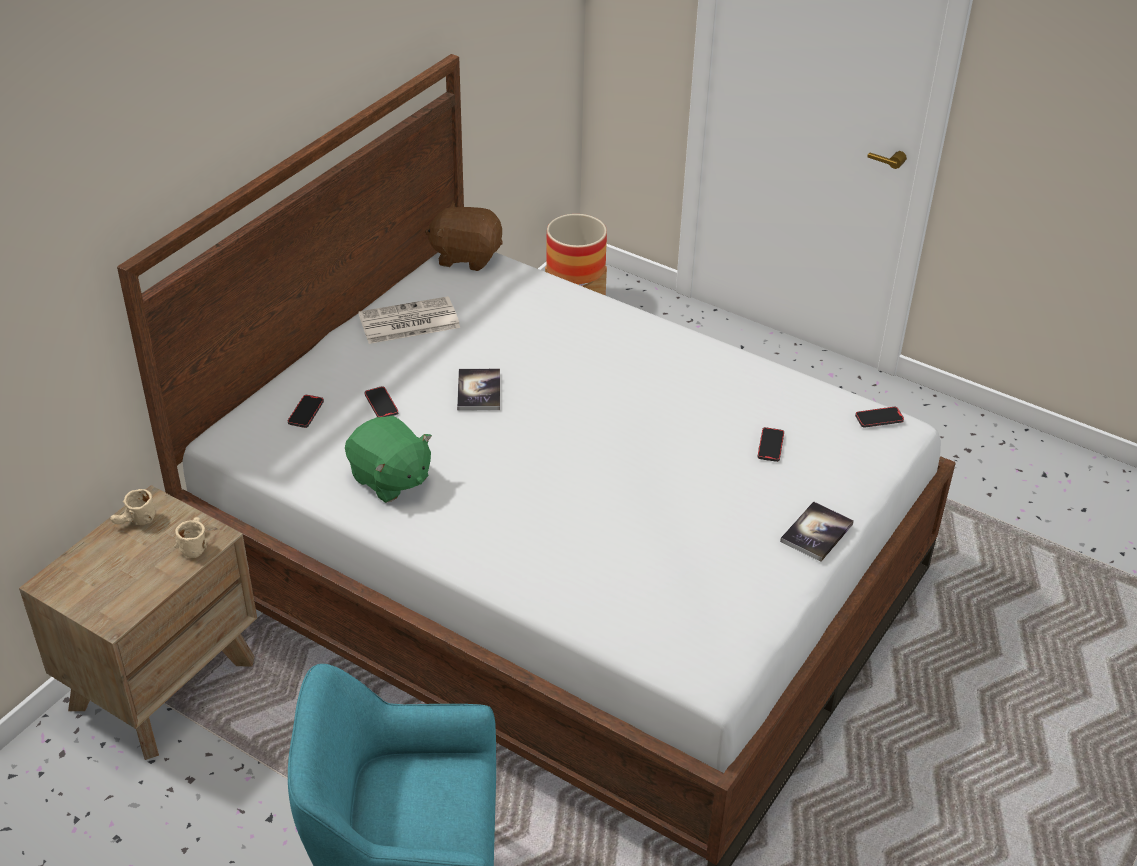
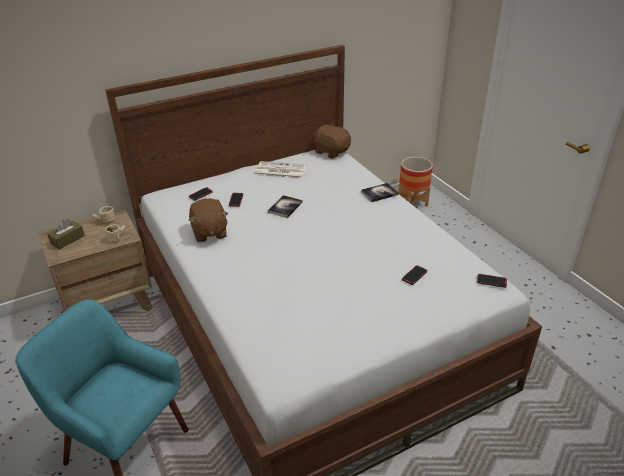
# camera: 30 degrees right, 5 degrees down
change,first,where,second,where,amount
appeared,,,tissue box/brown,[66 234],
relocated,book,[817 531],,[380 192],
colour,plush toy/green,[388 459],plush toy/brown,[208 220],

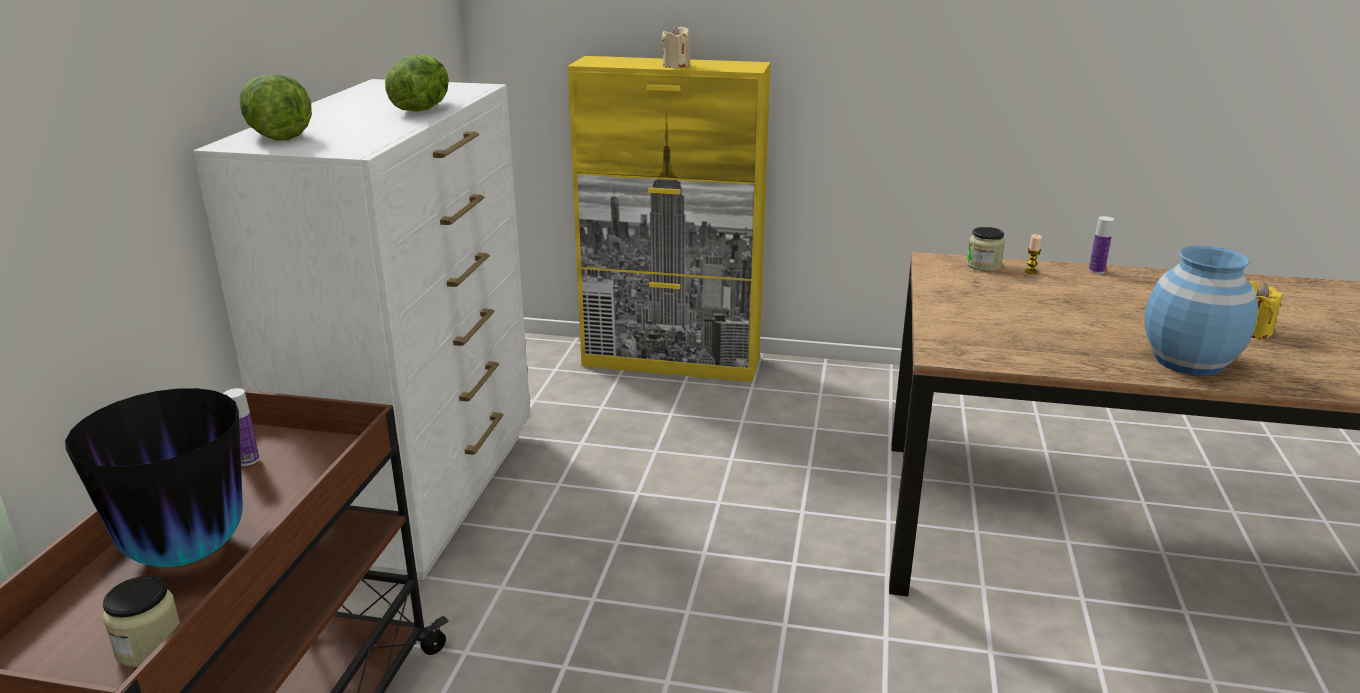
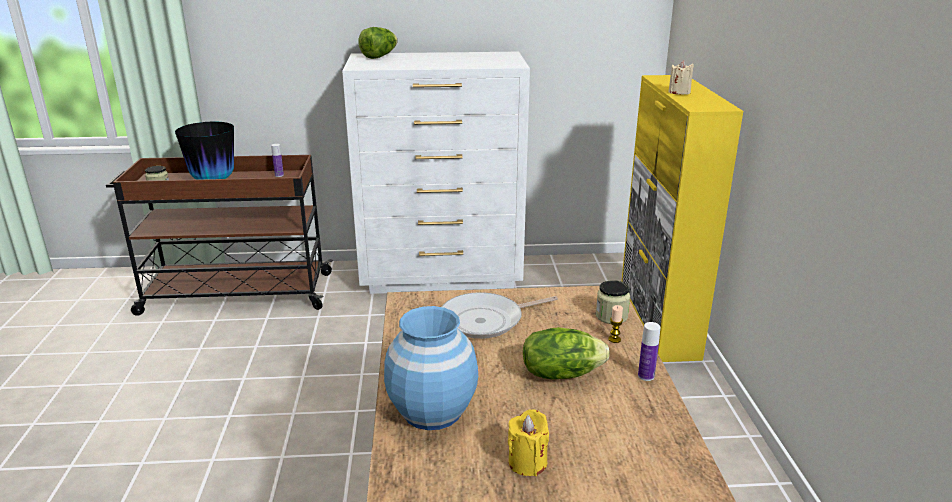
# camera: 75 degrees right, 0 degrees up
change,first,where,second,where,amount
appeared,,,frying pan,[500 315],
relocated,lettuce,[417 83],,[566 353],

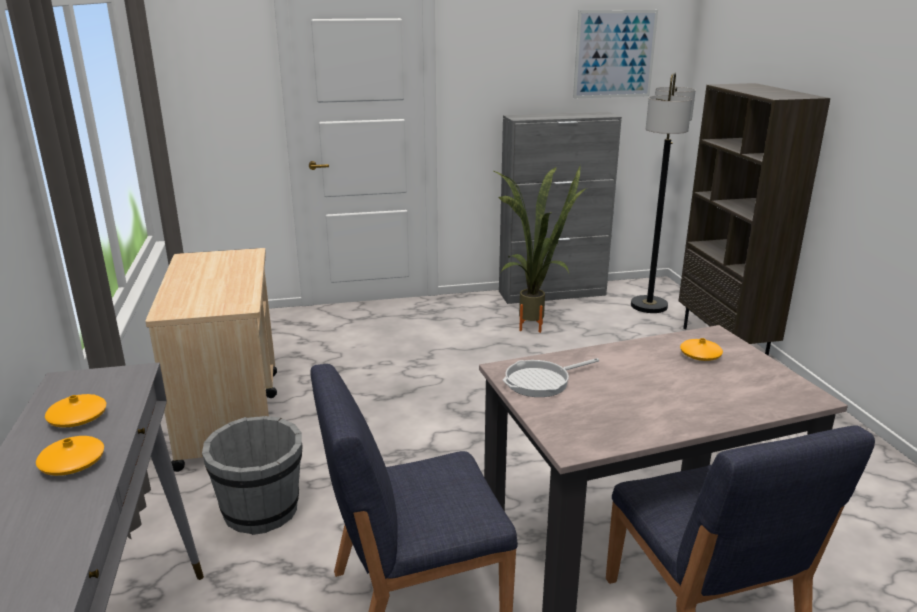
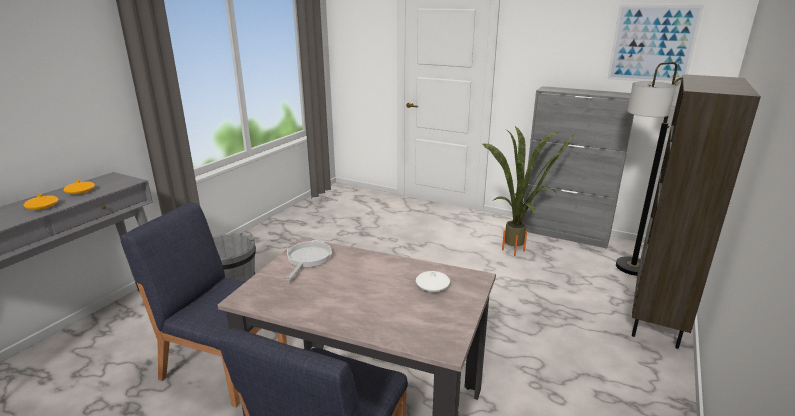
# camera: 40 degrees right, 0 degrees up
change,first,where,second,where,amount
missing,cart/beige,[211 360],,,
colour,vase/orange,[701 349],vase/white,[433 281],
spun,frying pan,[551 377],,[309 261],90 degrees clockwise

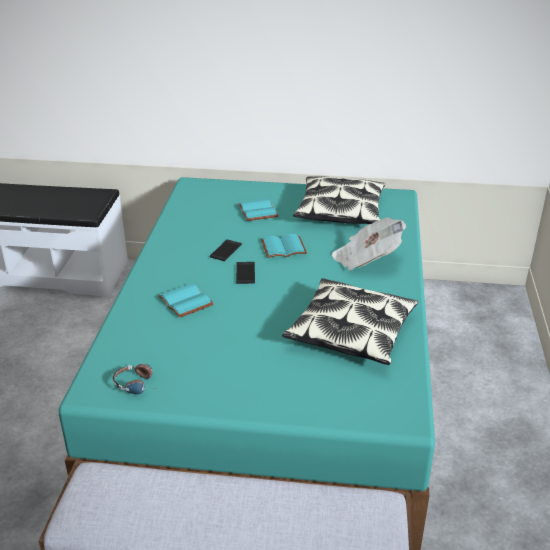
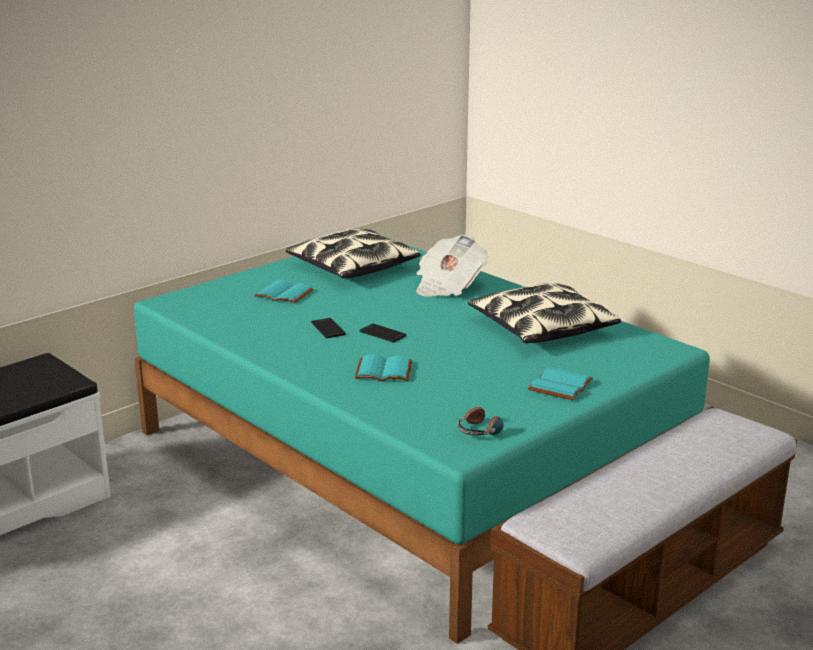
# camera: 50 degrees left, 10 degrees down
change,first,where,second,where,amount
relocated,book/turquoise,[284 246],,[560 383],

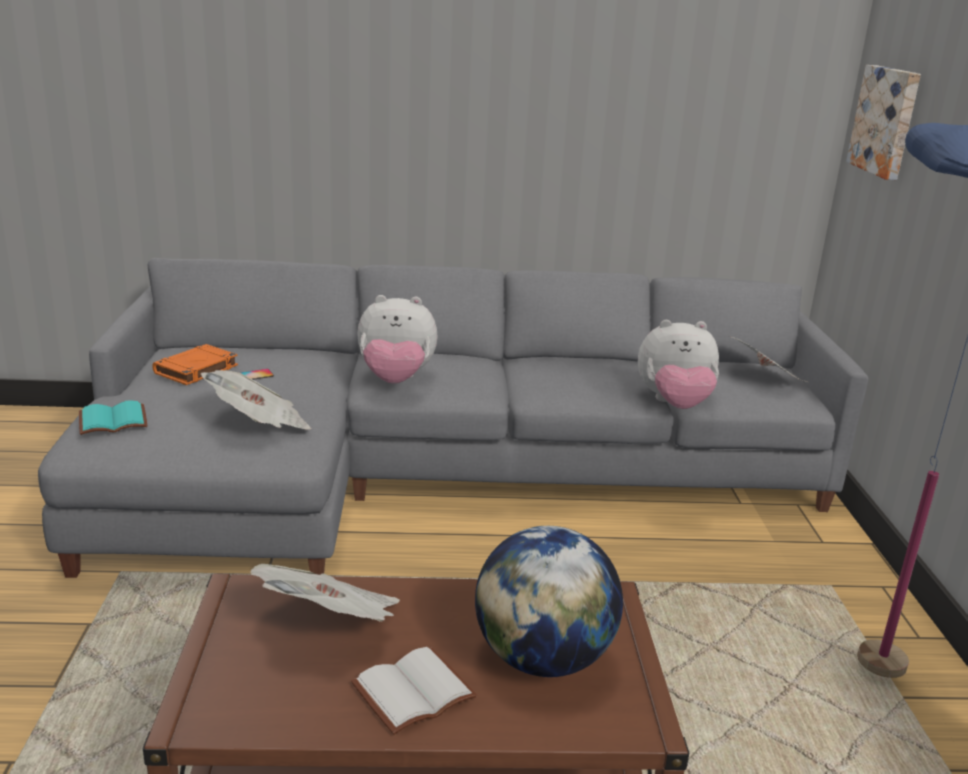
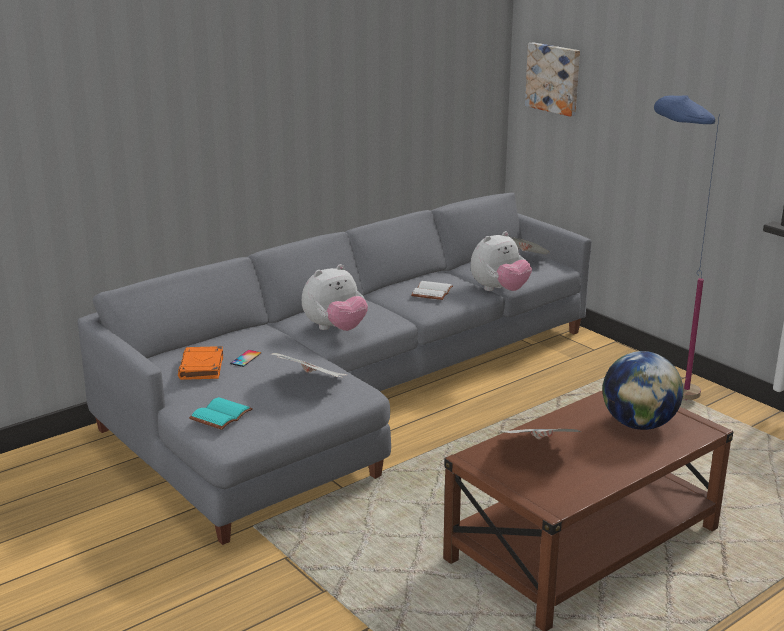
# camera: 35 degrees left, 0 degrees up
change,first,where,second,where,amount
relocated,book/white,[414 691],,[432 290],

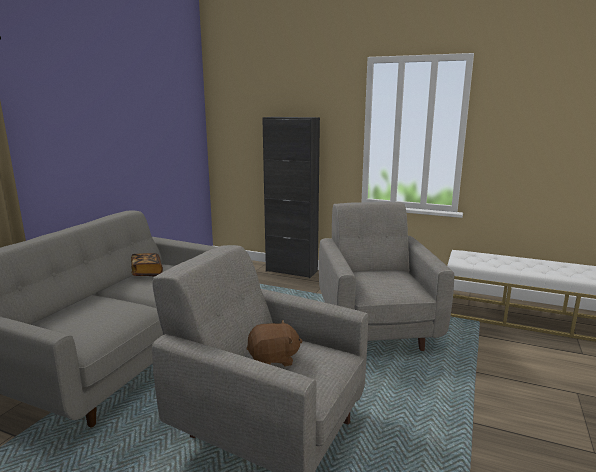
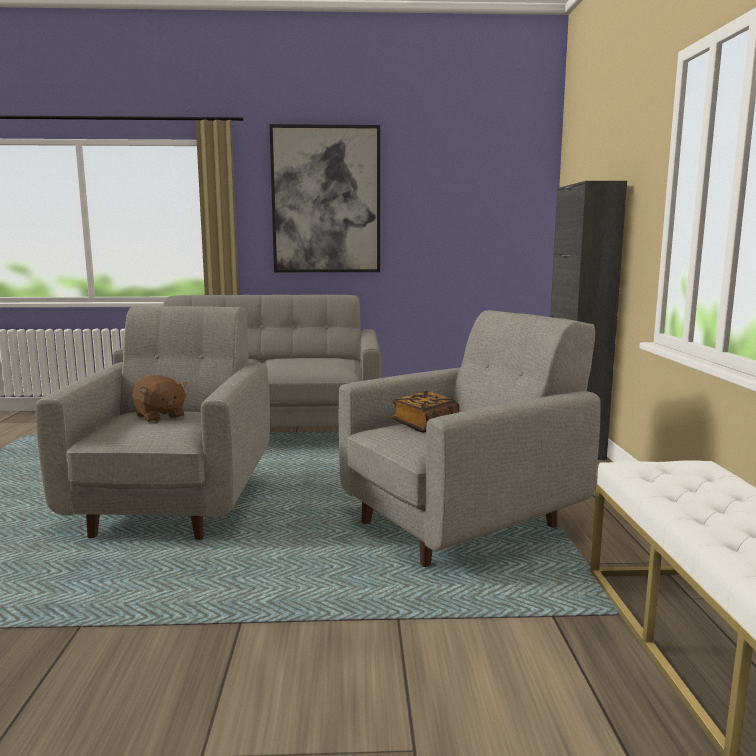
# camera: 65 degrees right, 5 degrees down
change,first,where,second,where,amount
appeared,,,picture,[324 198],
relocated,book,[147 264],,[425 411],

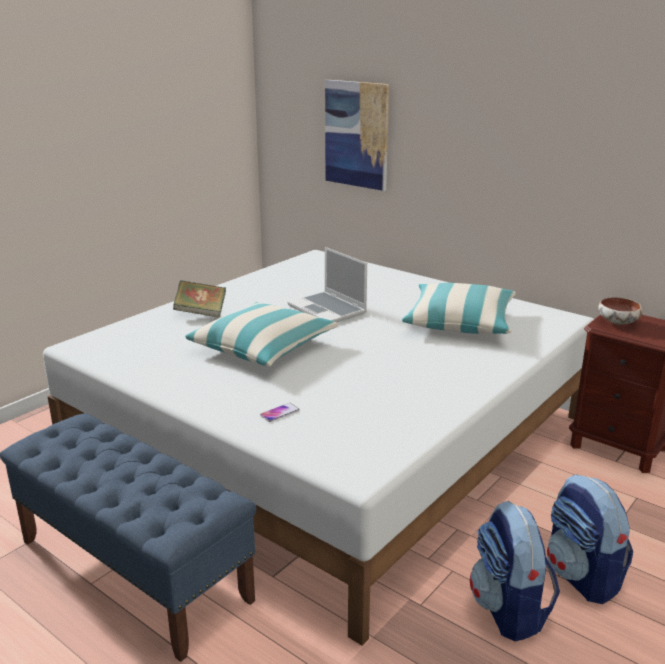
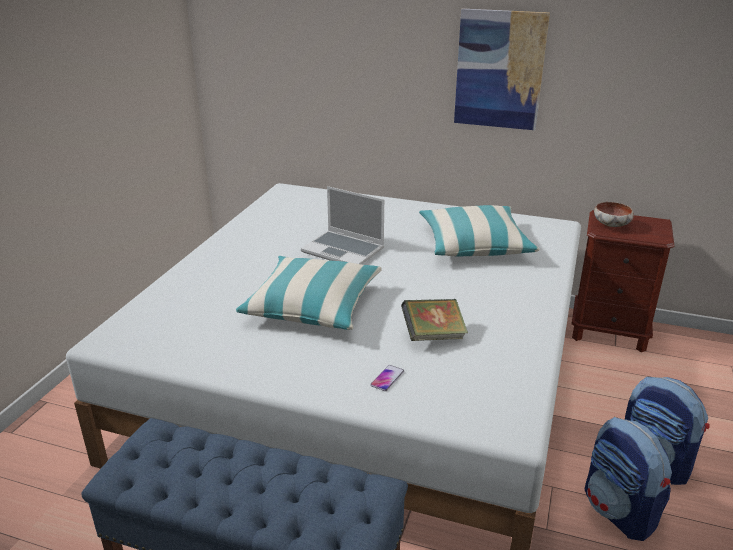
# camera: 20 degrees left, 5 degrees up
change,first,where,second,where,amount
relocated,book,[199 299],,[434 320],
relocated,picture,[357 135],,[502 69],

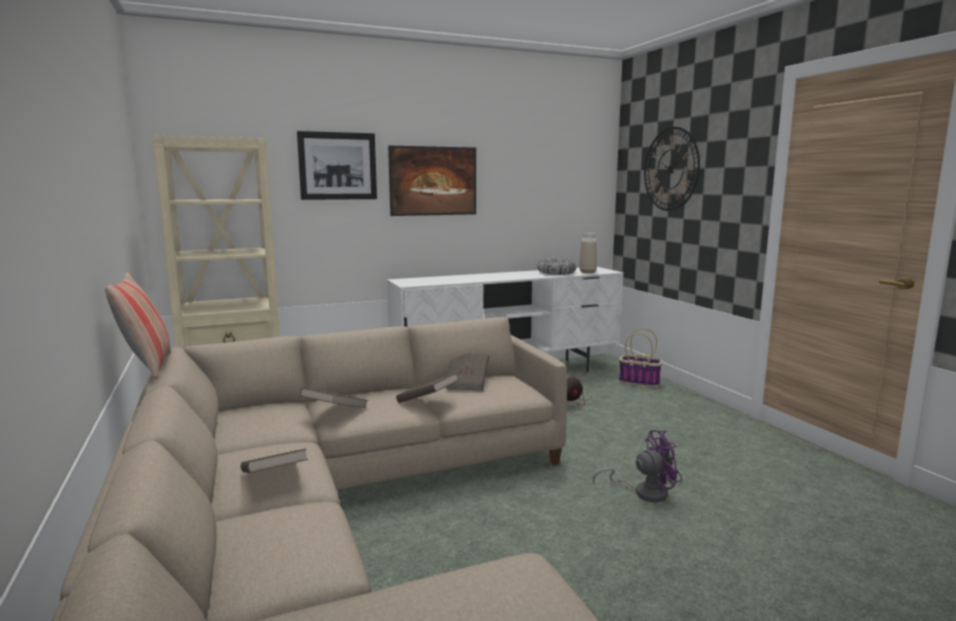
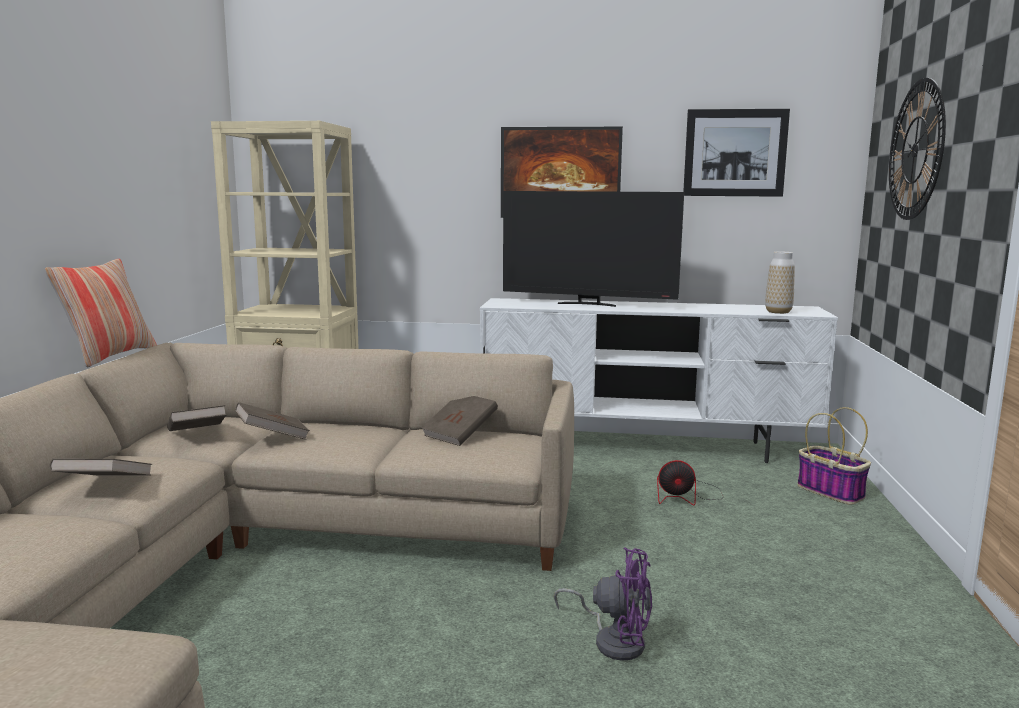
# camera: 30 degrees right, 0 degrees up
change,first,where,second,where,amount
missing,bowl,[557 267],,,
appeared,,,television,[593 249],
relocated,picture,[337 165],,[736 153],
relocated,book/brown,[427 388],,[197 418],

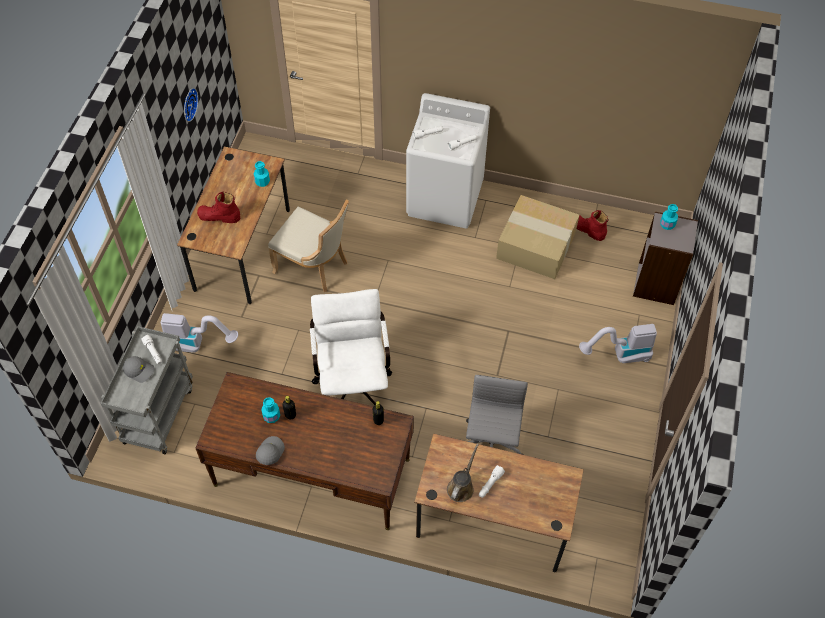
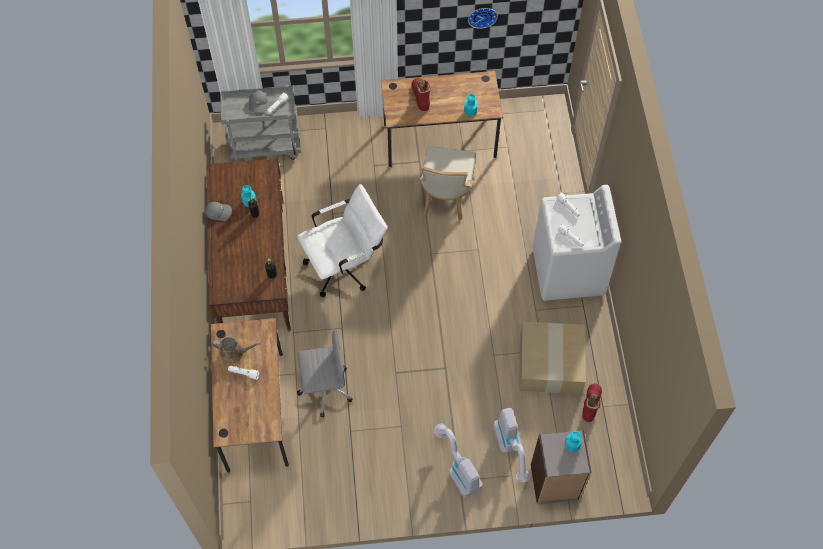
# camera: 70 degrees right, 5 degrees up
change,first,where,second,where,amount
relocated,vacuum cleaner,[199 333],,[512 445],

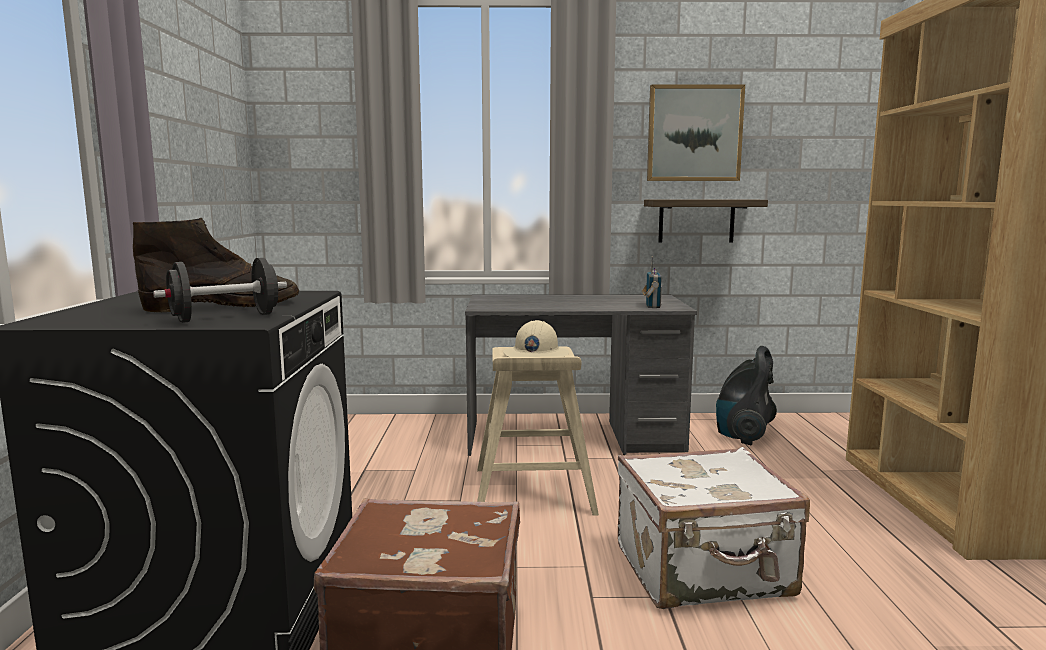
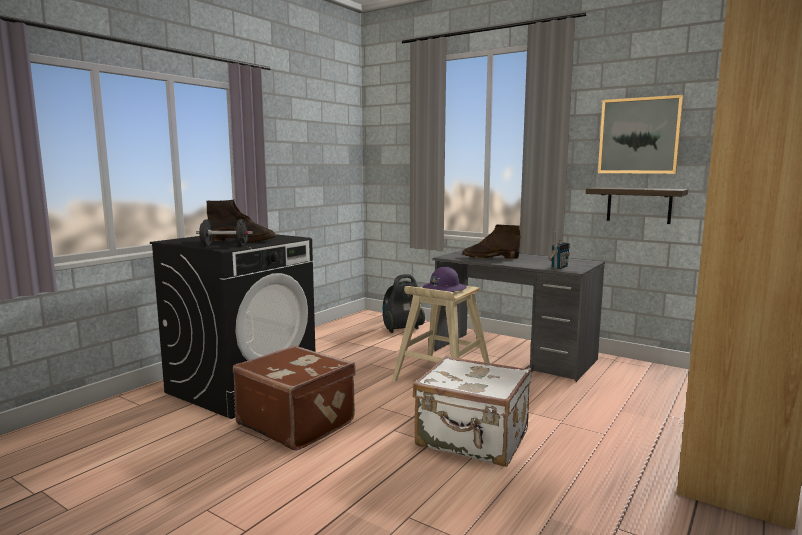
# camera: 35 degrees right, 0 degrees up
change,first,where,second,where,amount
appeared,,,boot/brown,[491 241],
relocated,vacuum cleaner,[746 395],,[404 303],
colour,hard hat/beige,[536 338],hard hat/purple,[445 279],

